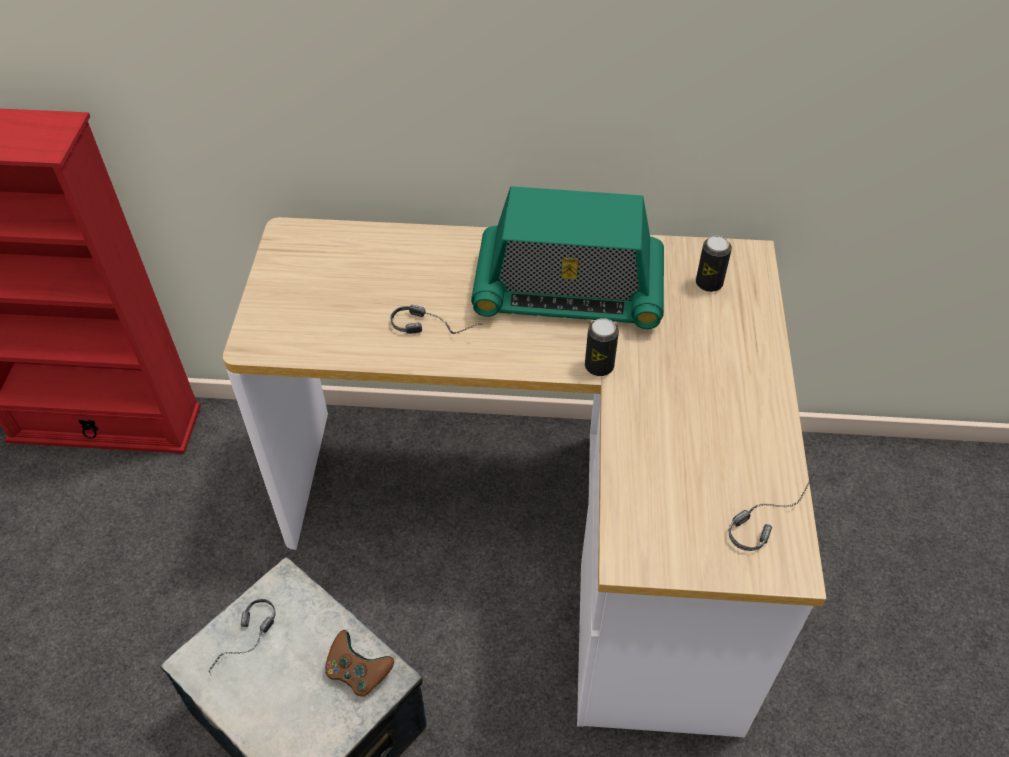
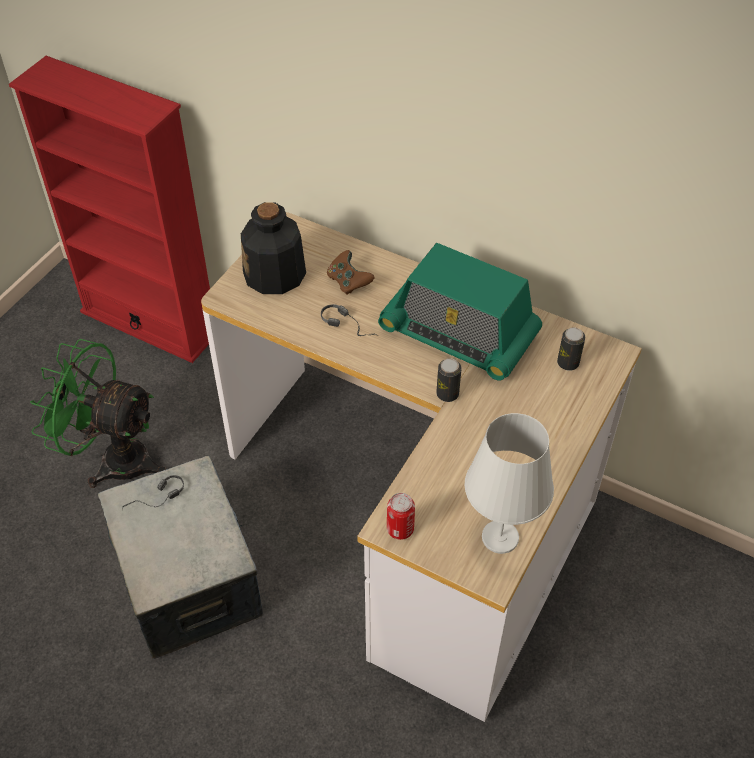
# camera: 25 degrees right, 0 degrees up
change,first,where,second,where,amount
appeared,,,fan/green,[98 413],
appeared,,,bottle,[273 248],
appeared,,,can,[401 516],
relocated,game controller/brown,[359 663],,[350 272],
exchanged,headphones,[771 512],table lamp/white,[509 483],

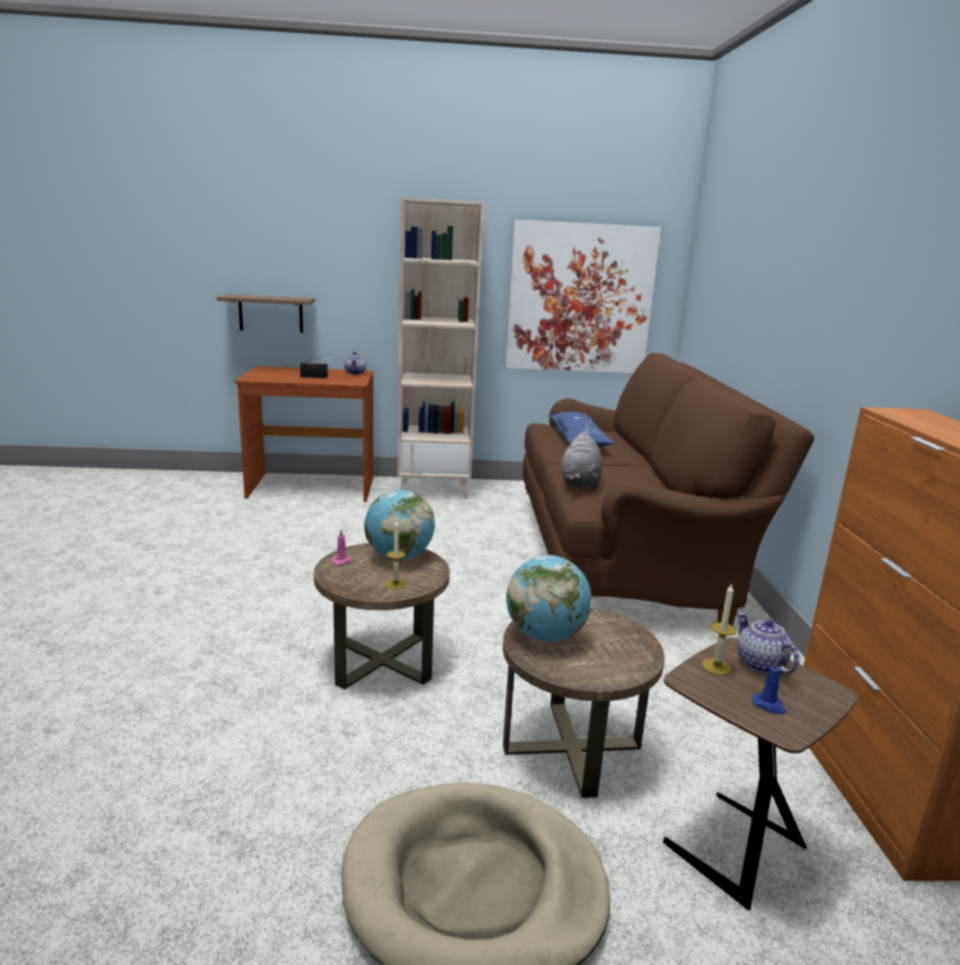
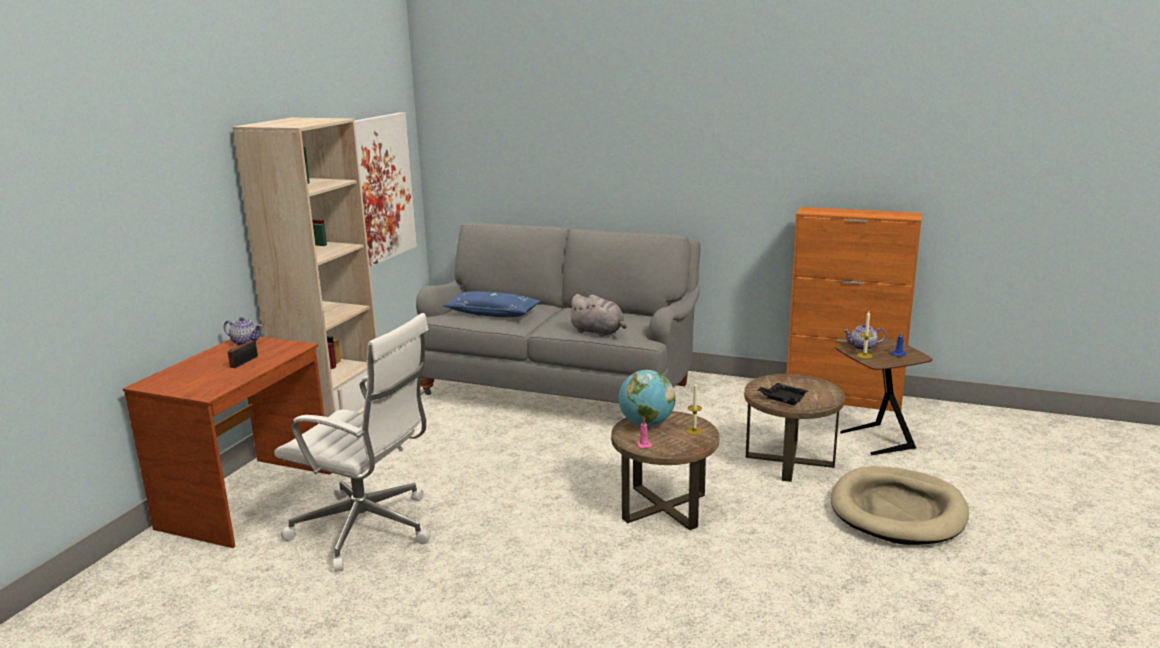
# camera: 65 degrees left, 0 degrees up
change,first,where,second,where,amount
missing,shelf,[265 313],,,
appeared,,,office chair/white,[352 442],
exchanged,globe,[549 598],tray/black,[782 394],
colour,sofa/brown,[668 489],sofa/grey,[558 312],

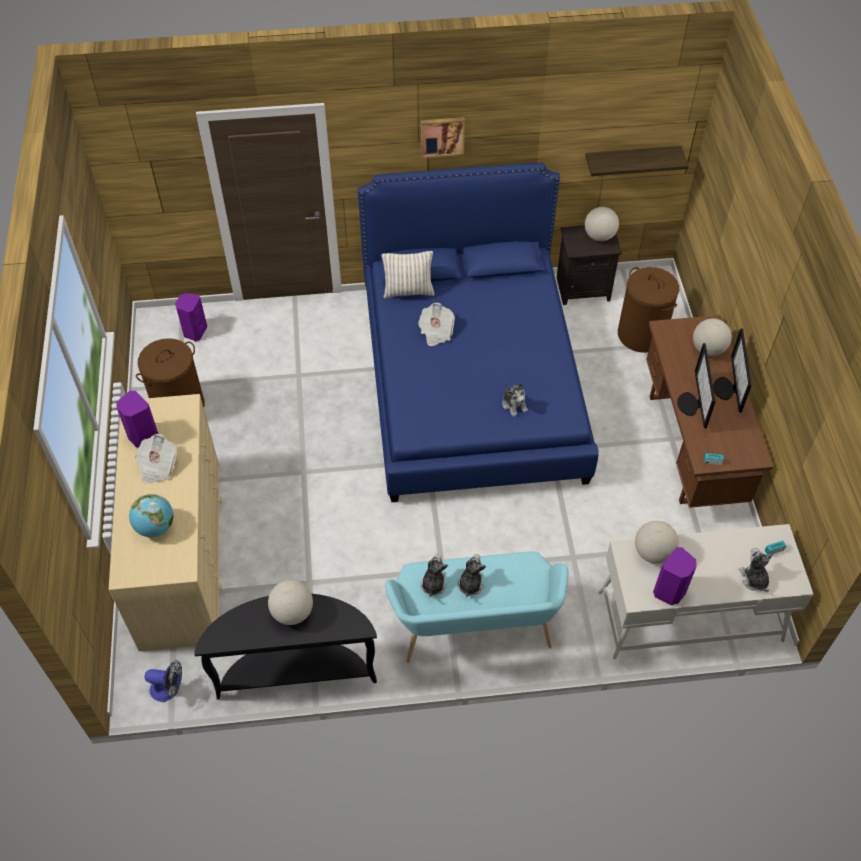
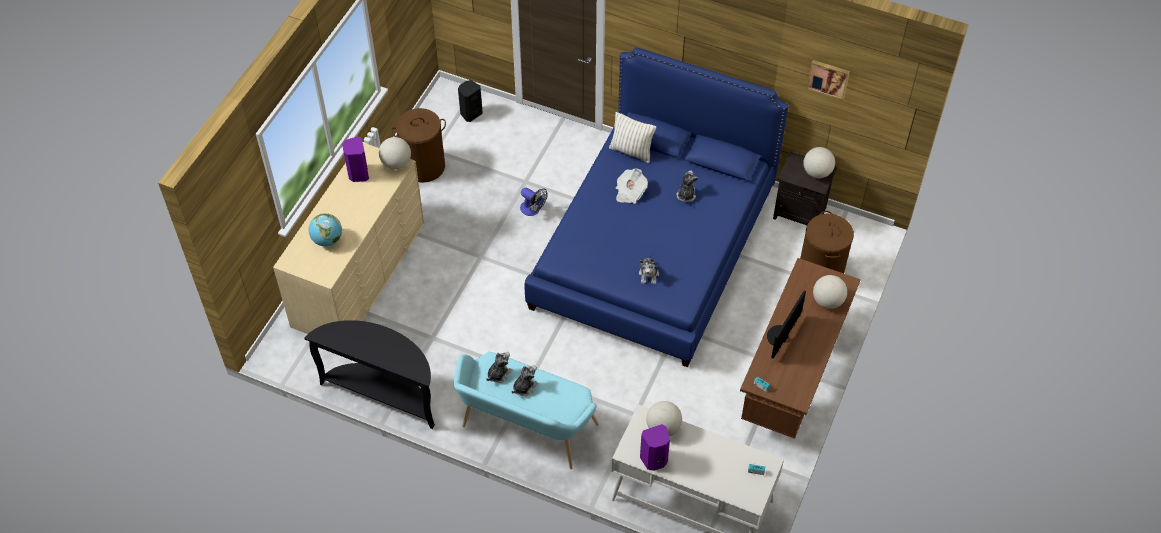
# camera: 30 degrees right, 0 degrees up
change,first,where,second,where,amount
missing,newspaper,[156 459],,,
missing,shelf,[637 161],,,
missing,monitor,[732 371],,,
relocated,fan,[163 681],,[534 202],
relocated,globe,[290 602],,[395 153],
relocated,picture,[443 137],,[828 80],
relocated,plush toy,[756 570],,[687 186],
colour,speaker/purple,[191 317],speaker/black,[470 101],

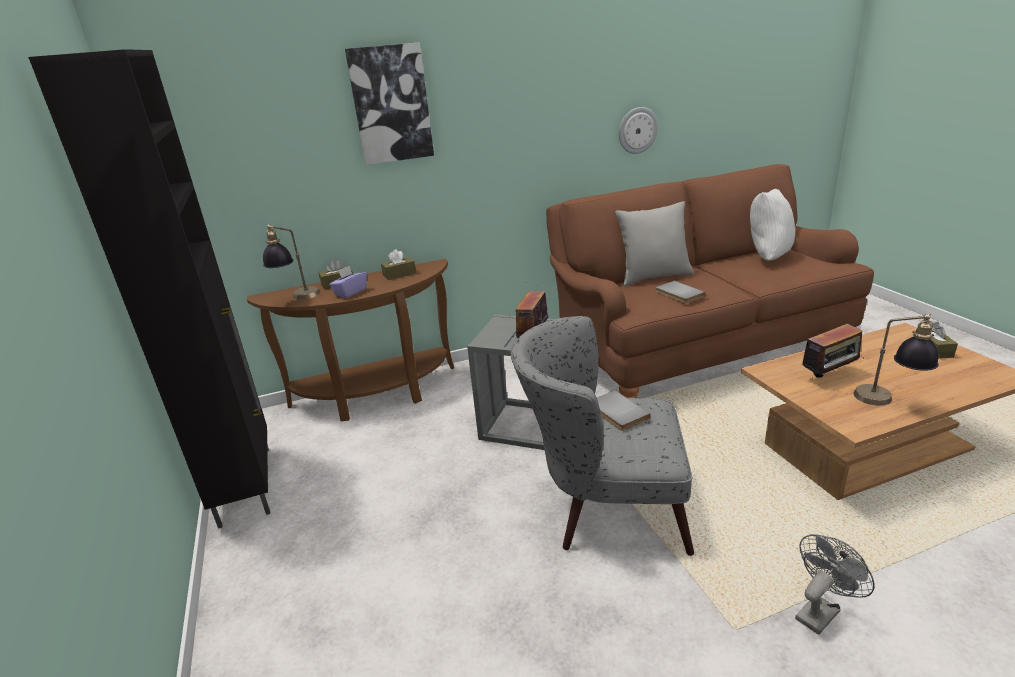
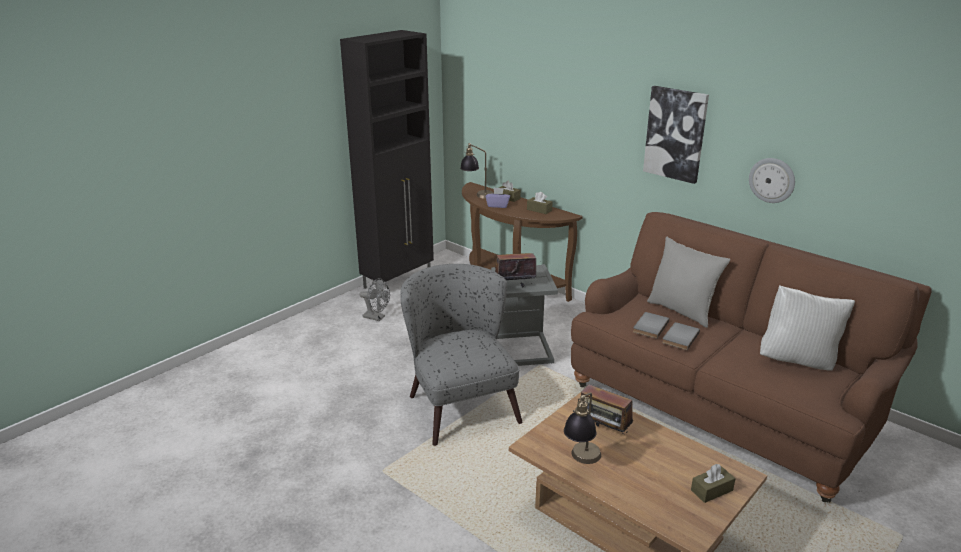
# camera: 60 degrees right, 0 degrees up
change,first,where,second,where,amount
relocated,picture,[389 103],,[676 135],
relocated,book/grey,[624 410],,[681 336],
relocated,fan/grey,[835 584],,[374 299],

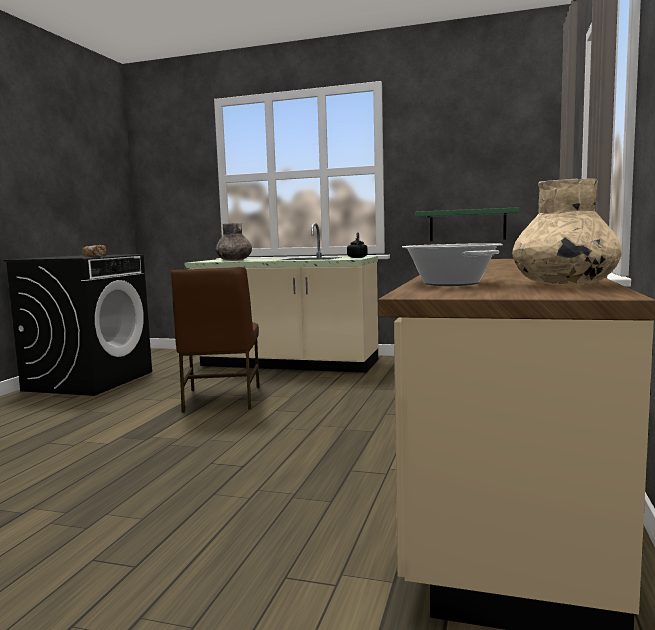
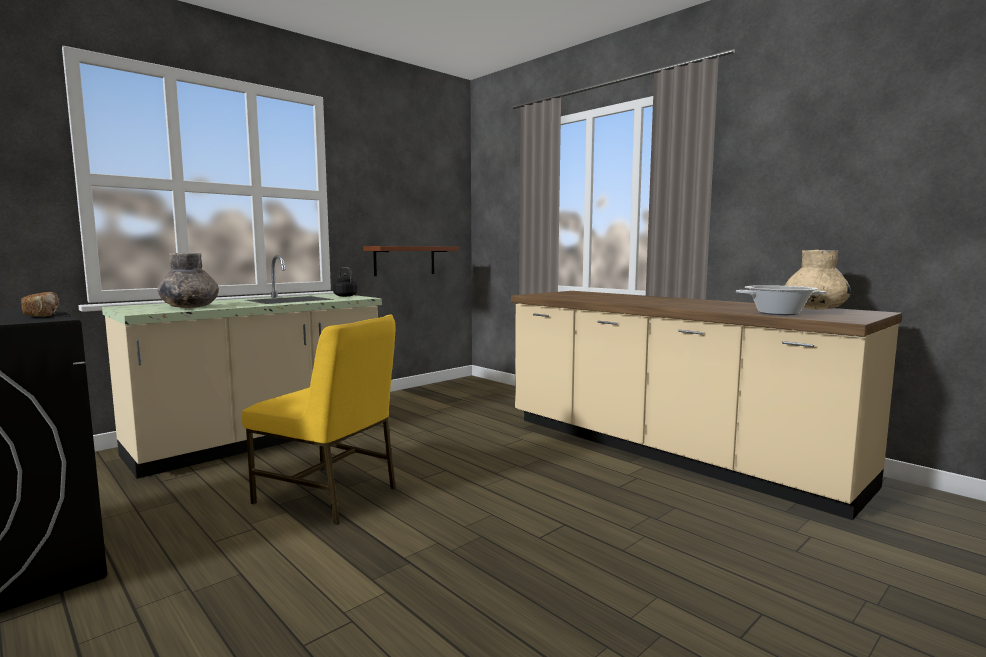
# camera: 60 degrees left, 0 degrees up
change,first,where,second,where,amount
colour,chair/brown,[215 339],chair/yellow,[319 419],
colour,shelf/green,[467 224],shelf/brown,[411 261],

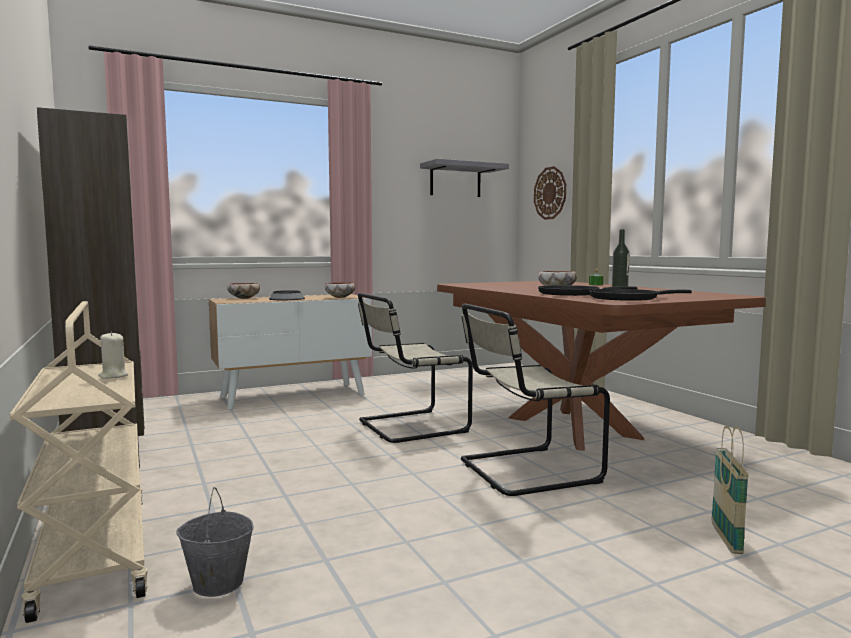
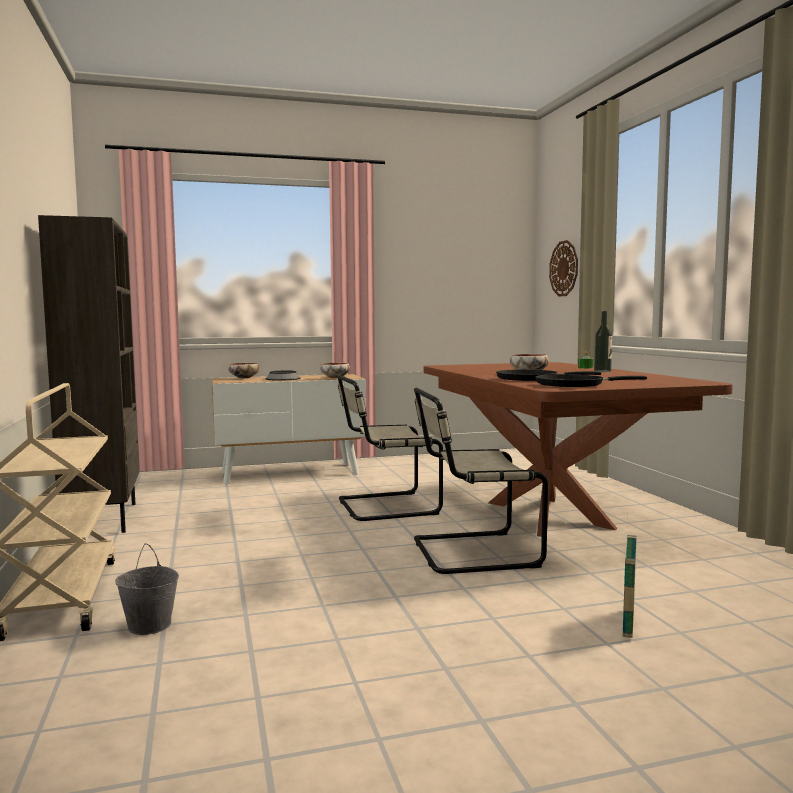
# camera: 10 degrees right, 0 degrees up
change,first,where,second,where,amount
missing,candle/beige,[113 355],,,
missing,shelf/grey,[464 178],,,

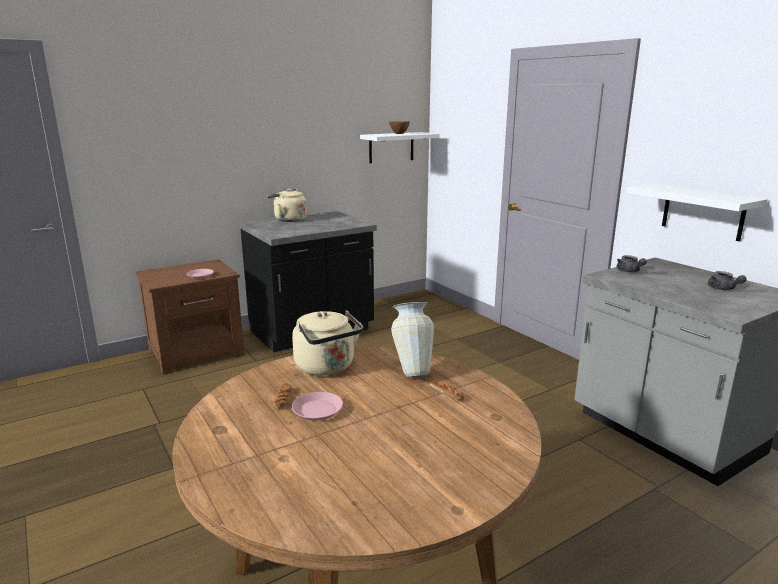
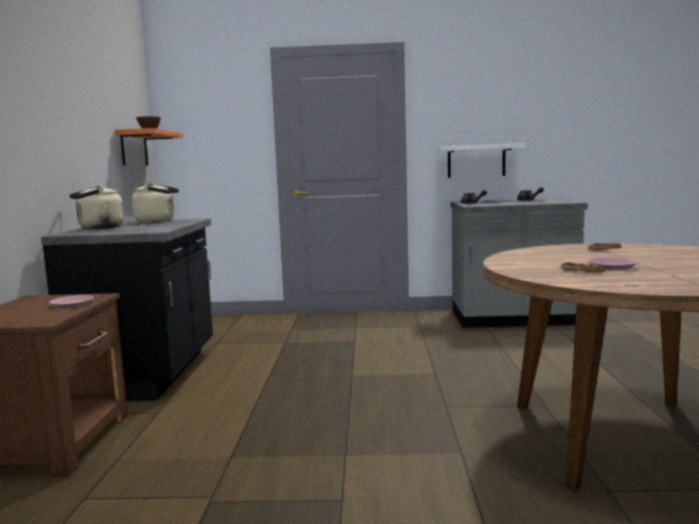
# camera: 55 degrees left, 10 degrees down
change,first,where,second,where,amount
missing,vase,[412 339],,,
relocated,kettle/beige,[327 343],,[155 203],
colour,shelf/white,[400 147],shelf/orange,[148 146],

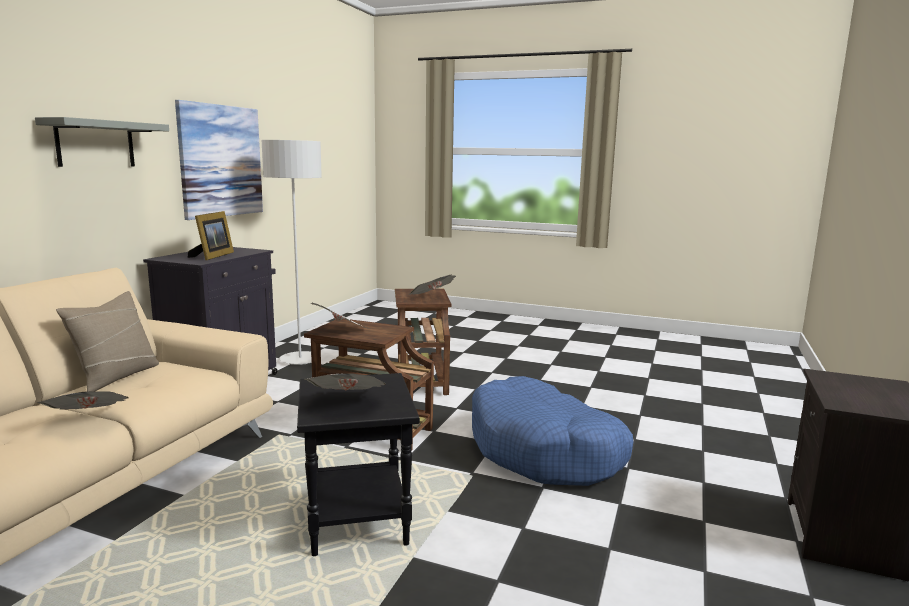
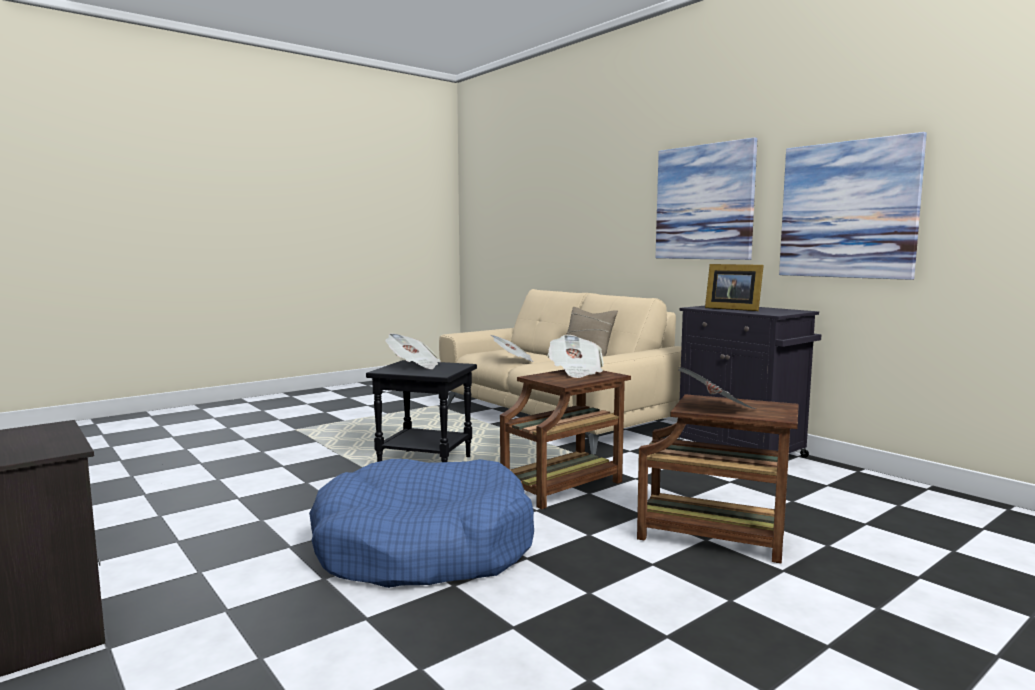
# camera: 120 degrees right, 5 degrees down
change,first,where,second,where,amount
missing,floor lamp/grey,[291 252],,,
exchanged,shelf/grey,[102 142],picture,[706 198],

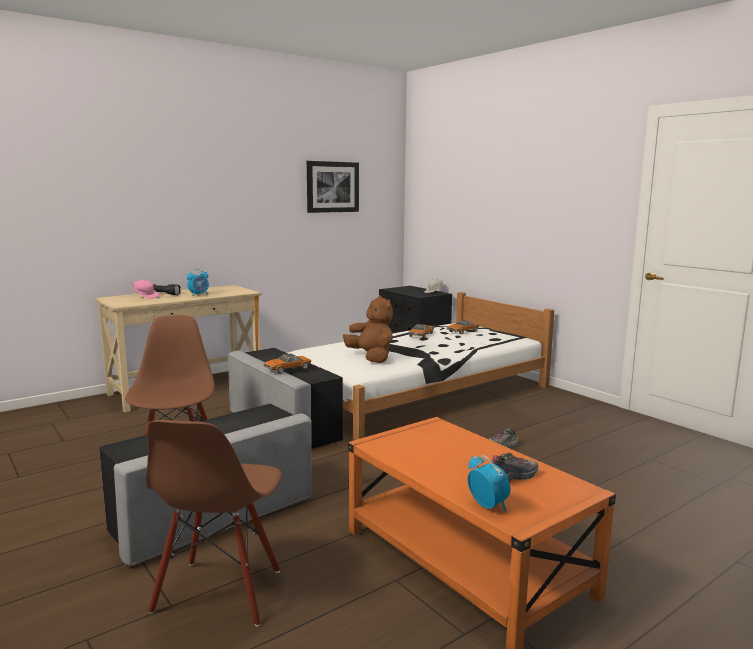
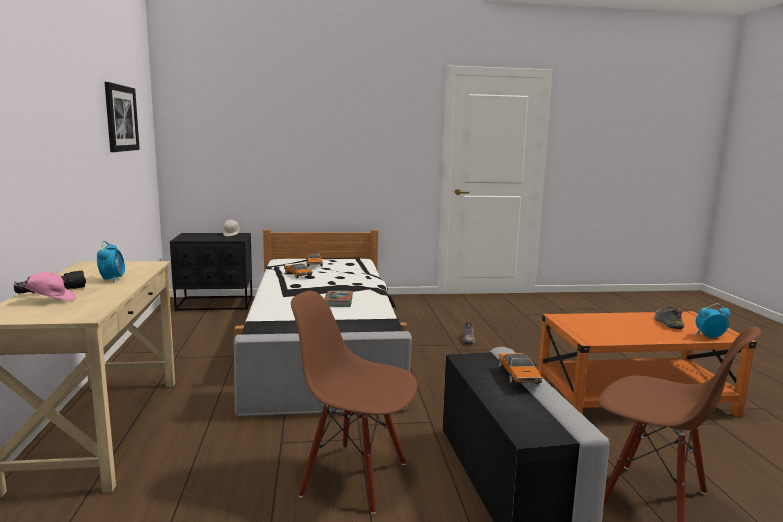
# camera: 60 degrees left, 0 degrees up
change,first,where,second,where,amount
relocated,toy car,[287 363],,[520 368],
exchanged,plush toy/brown,[368 329],book,[339 299],

